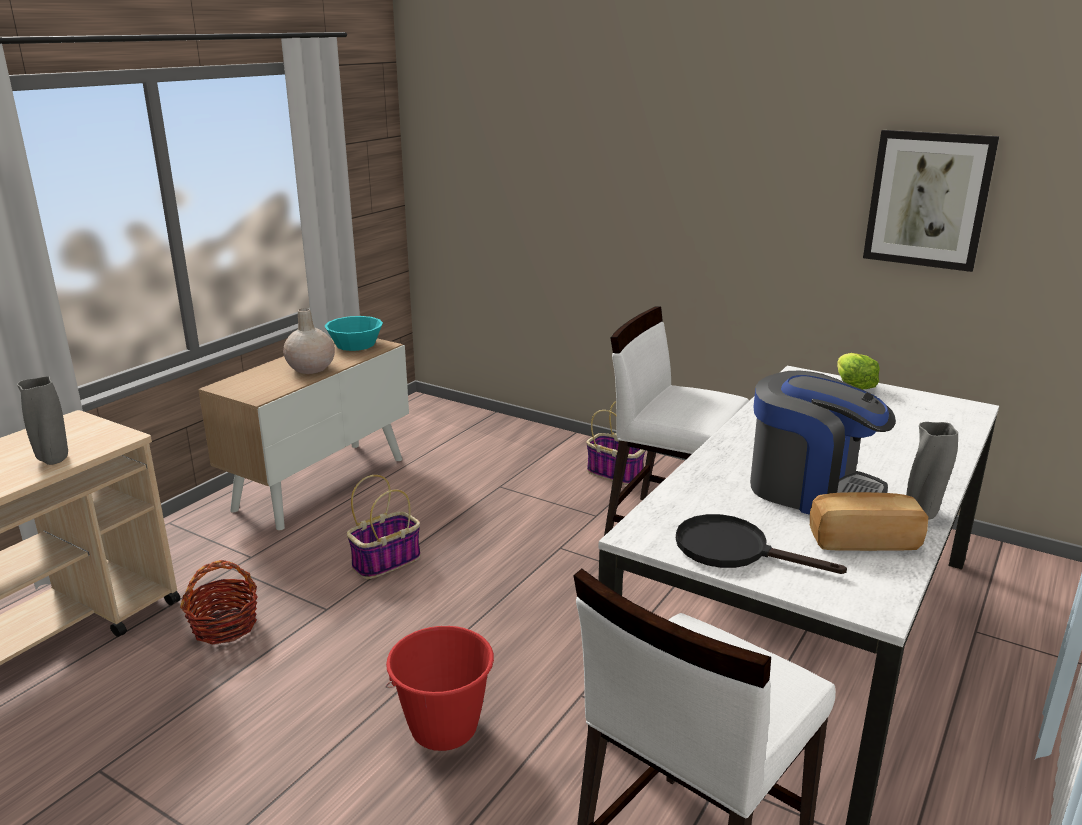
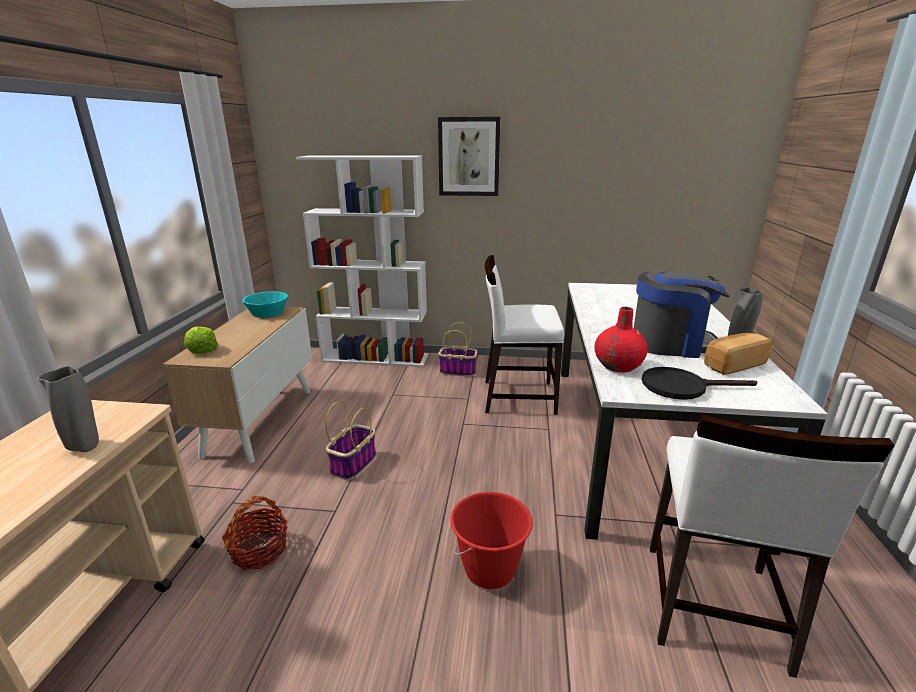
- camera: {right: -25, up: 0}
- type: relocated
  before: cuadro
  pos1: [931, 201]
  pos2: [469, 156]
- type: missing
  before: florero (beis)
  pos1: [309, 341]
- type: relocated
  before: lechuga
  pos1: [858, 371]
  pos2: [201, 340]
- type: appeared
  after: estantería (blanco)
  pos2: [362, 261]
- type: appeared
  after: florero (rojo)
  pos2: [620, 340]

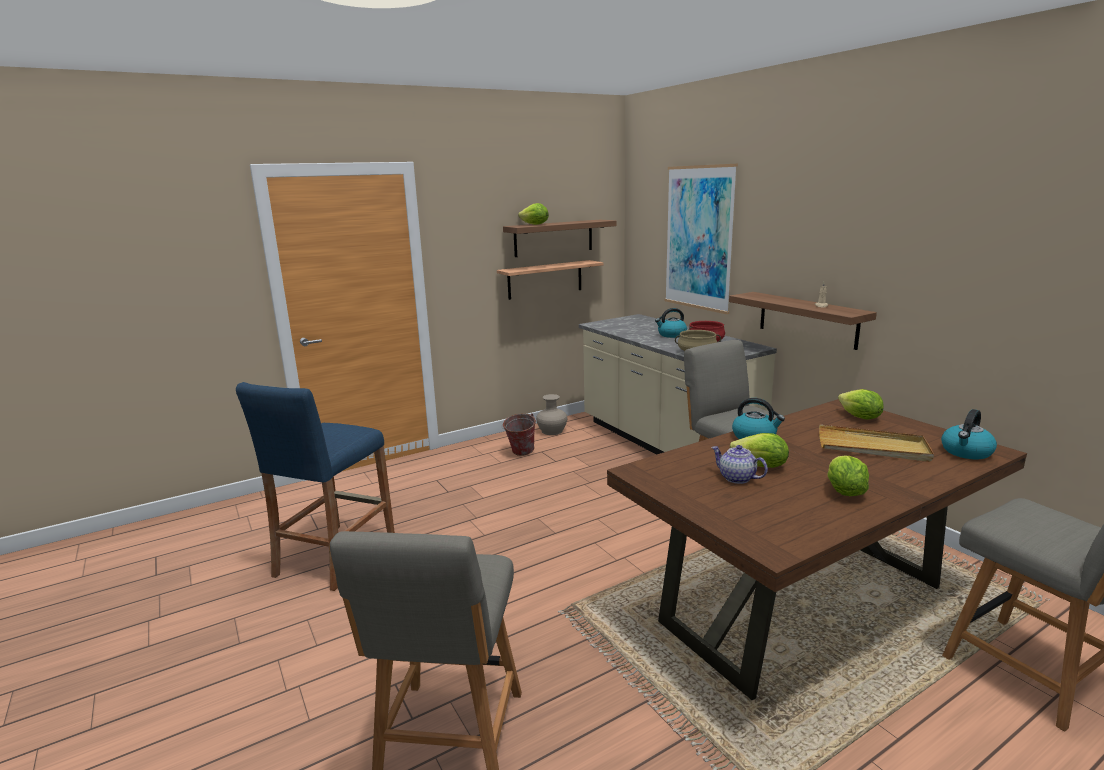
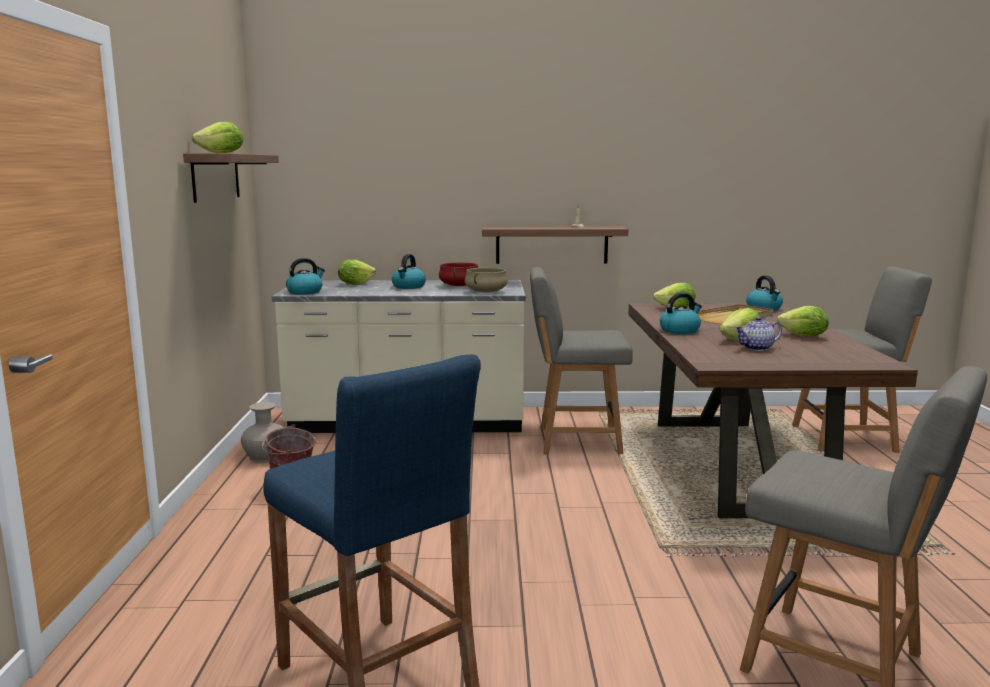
- camera: {right: -60, up: -5}
- type: missing
  before: cuadro
  pos1: [701, 239]
- type: missing
  before: estante
  pos1: [550, 280]
- type: appeared
  after: hervidor
  pos2: [305, 276]
- type: appeared
  after: lechuga
  pos2: [357, 272]

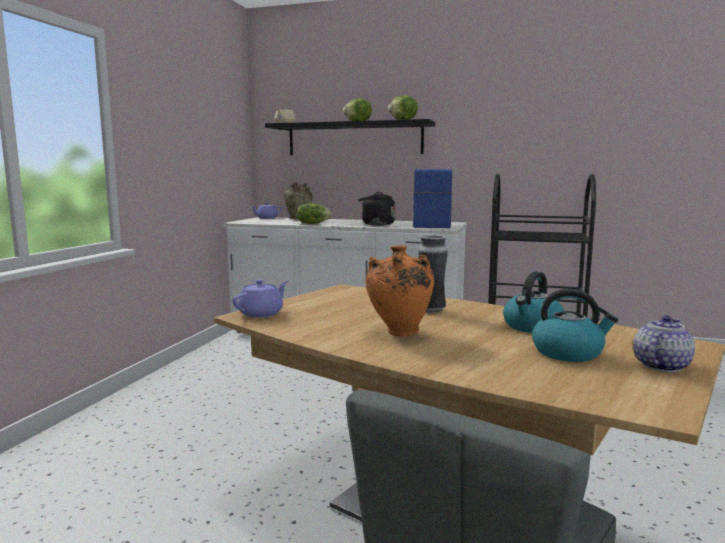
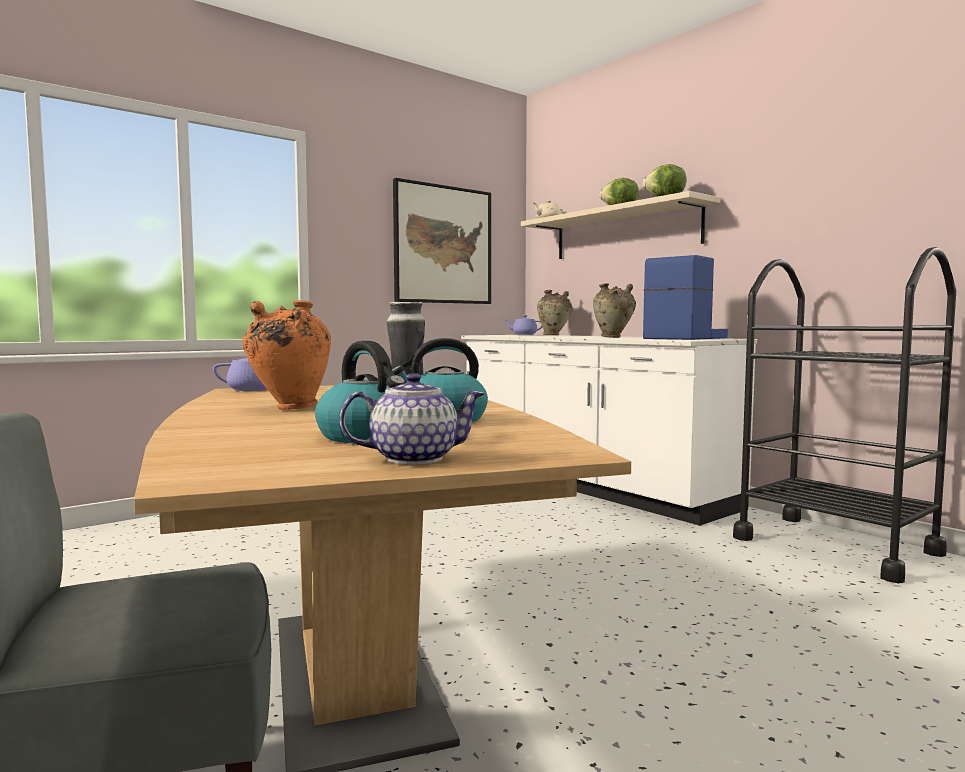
- camera: {right: 35, up: -5}
- type: colour
  before: estante (negro)
  after: estante (beis)
  pos1: [350, 137]
  pos2: [620, 225]
- type: exchanged
  before: hervidor (negro)
  after: florero (beis)
  pos1: [376, 209]
  pos2: [614, 310]
- type: missing
  before: lechuga
  pos1: [314, 213]
- type: appeared
  after: cuadro
  pos2: [442, 241]

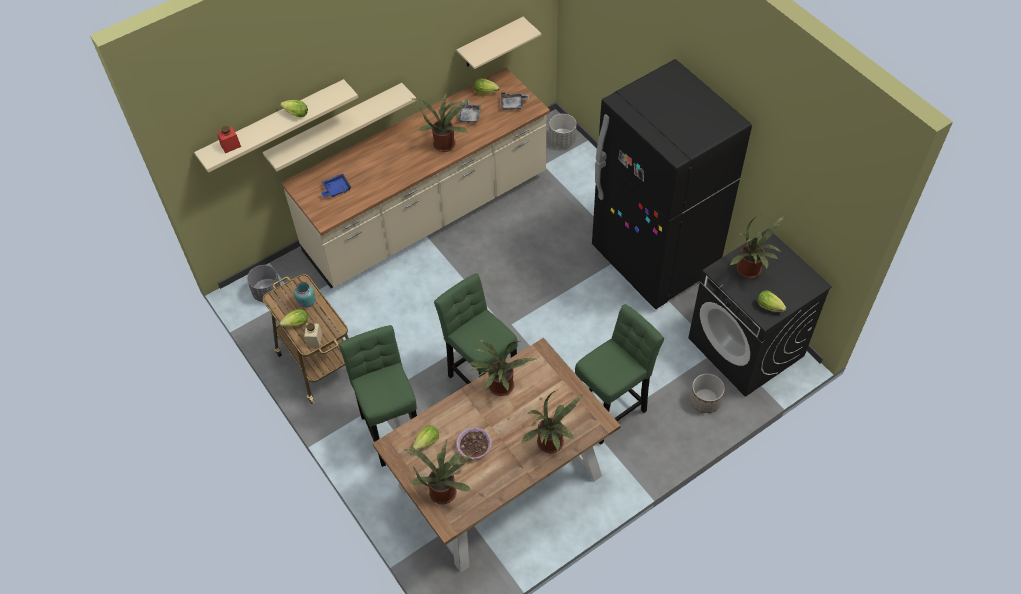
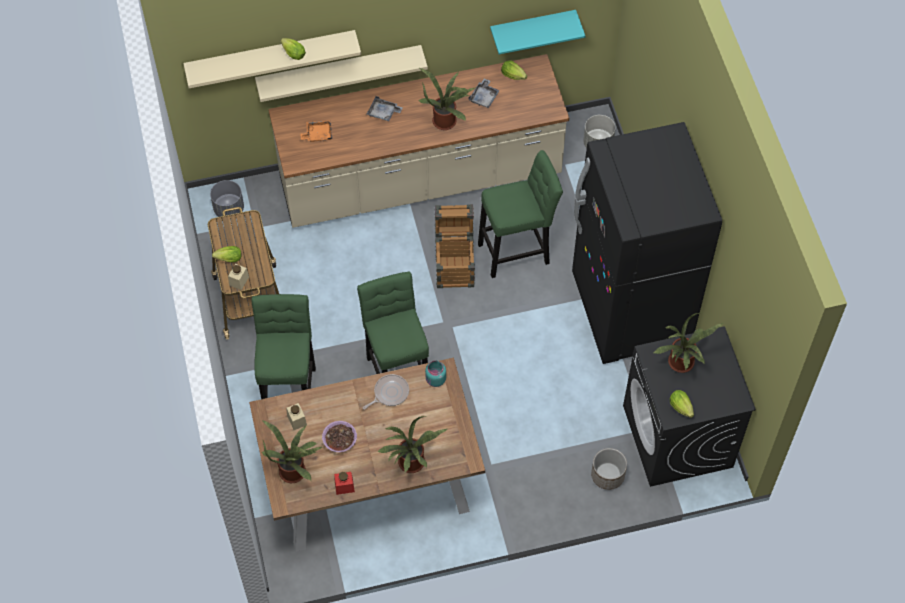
- camera: {right: 20, up: 5}
- type: colour
  before: estante (beis)
  after: estante (turquesa)
  pos1: [499, 43]
  pos2: [537, 32]
- type: relocated
  before: bandeja (gris)
  pos1: [515, 101]
  pos2: [385, 108]
- type: relocated
  before: tarro (rojo)
  pos1: [229, 139]
  pos2: [344, 483]
- type: colour
  before: bandeja (azul)
  after: bandeja (naranja)
  pos1: [336, 185]
  pos2: [316, 131]
- type: relocated
  before: tarro (turquesa)
  pos1: [305, 295]
  pos2: [435, 374]
- type: relocated
  before: taburete (verde)
  pos1: [619, 374]
  pos2: [520, 214]
- type: exchanged
  before: planta en maceta
  after: sartén
  pos1: [502, 368]
  pos2: [386, 391]
- type: exchanged
  before: lechuga
  after: tarro (beis)
  pos1: [425, 437]
  pos2: [296, 416]
- type: appeared
  after: caja de embalaje
  pos2: [455, 246]

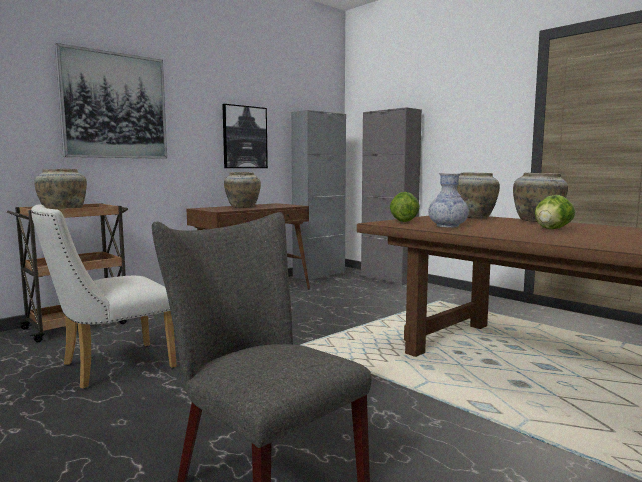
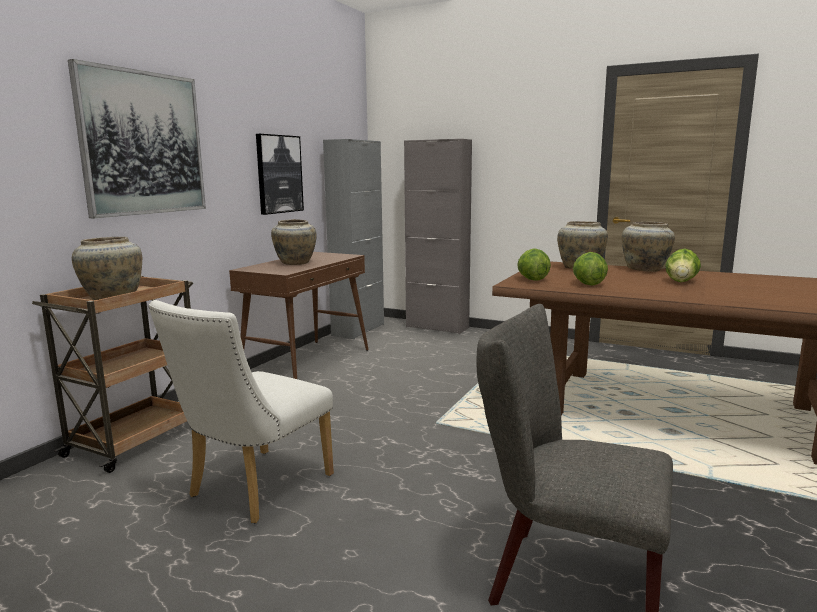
- camera: {right: -20, up: 5}
- type: exchanged
  before: florero
  after: lechuga
  pos1: [448, 200]
  pos2: [590, 269]

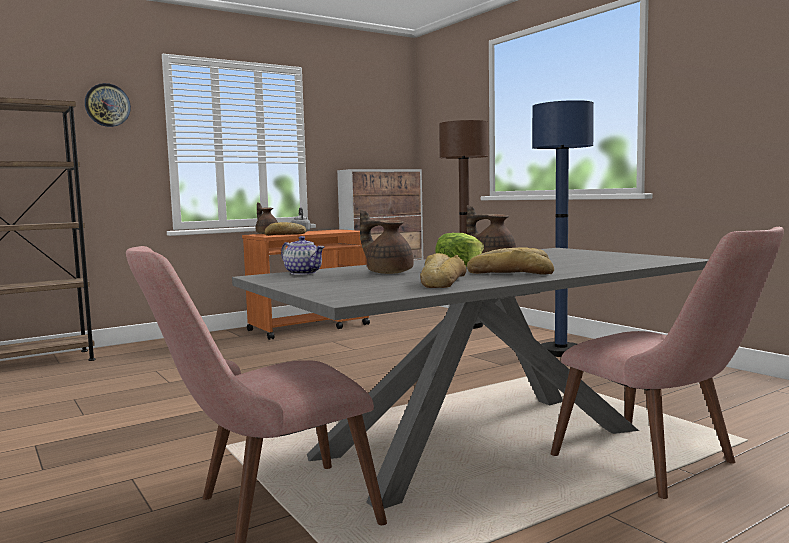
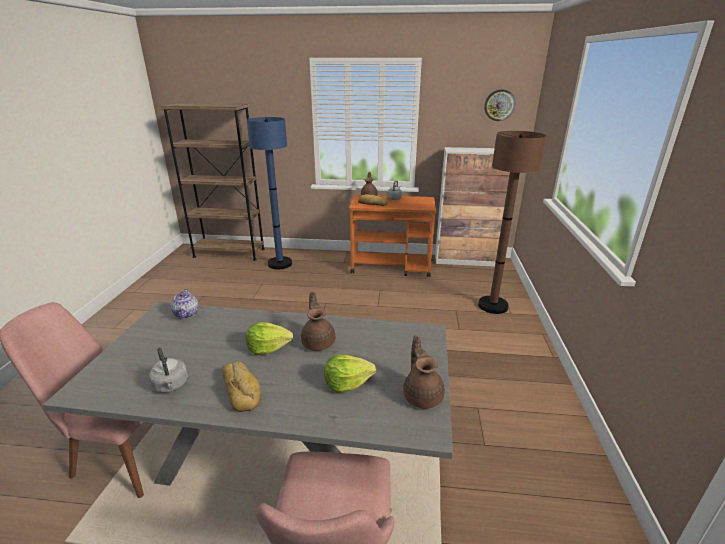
- camera: {right: 40, up: 20}
- type: relocated
  before: reloj de pared
  pos1: [108, 105]
  pos2: [499, 105]
- type: relocated
  before: lámpara de pie (azul)
  pos1: [563, 228]
  pos2: [269, 193]
- type: relocated
  before: tetera (marrón)
  pos1: [387, 241]
  pos2: [424, 372]
- type: exchanged
  before: pan
  after: hervidor (gris)
  pos1: [443, 270]
  pos2: [168, 370]
- type: appeared
  after: lechuga
  pos2: [350, 373]

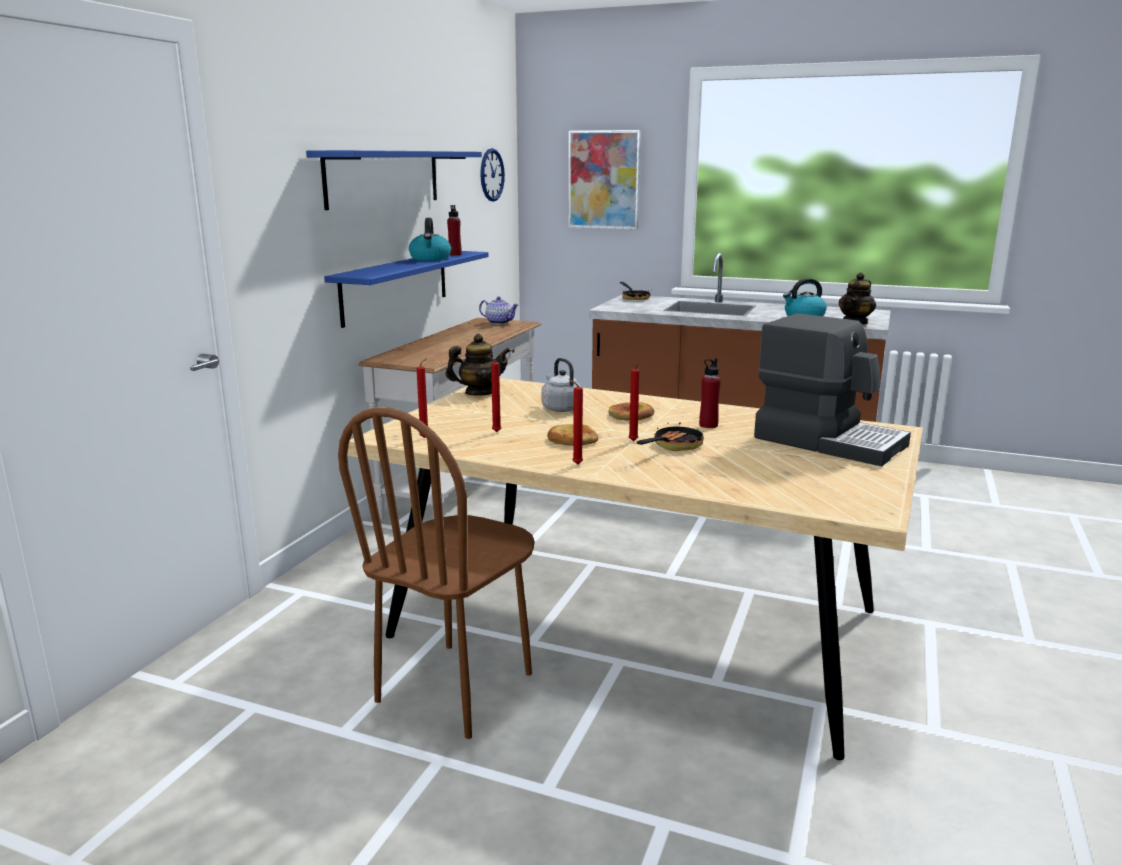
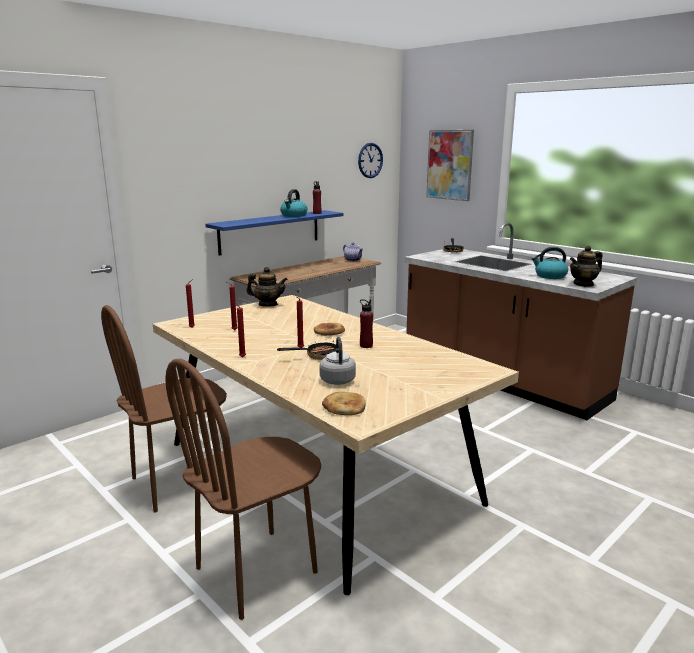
- camera: {right: 25, up: 0}
- type: missing
  before: estante (azul)
  pos1: [394, 180]
- type: missing
  before: cafetera
  pos1: [832, 389]
- type: relocated
  before: hervidor (gris)
  pos1: [562, 385]
  pos2: [337, 361]
- type: relocated
  before: pan
  pos1: [572, 435]
  pos2: [344, 403]
- type: appeared
  after: silla (marrón)
  pos2: [243, 489]

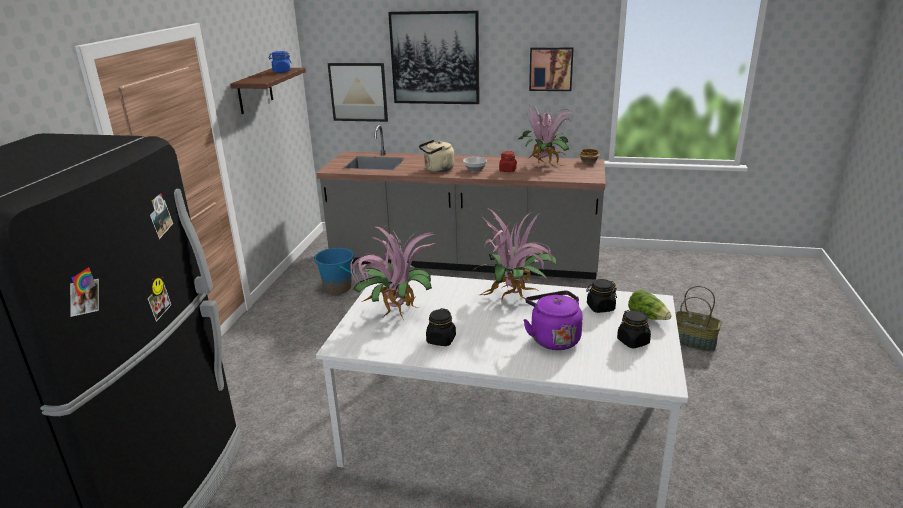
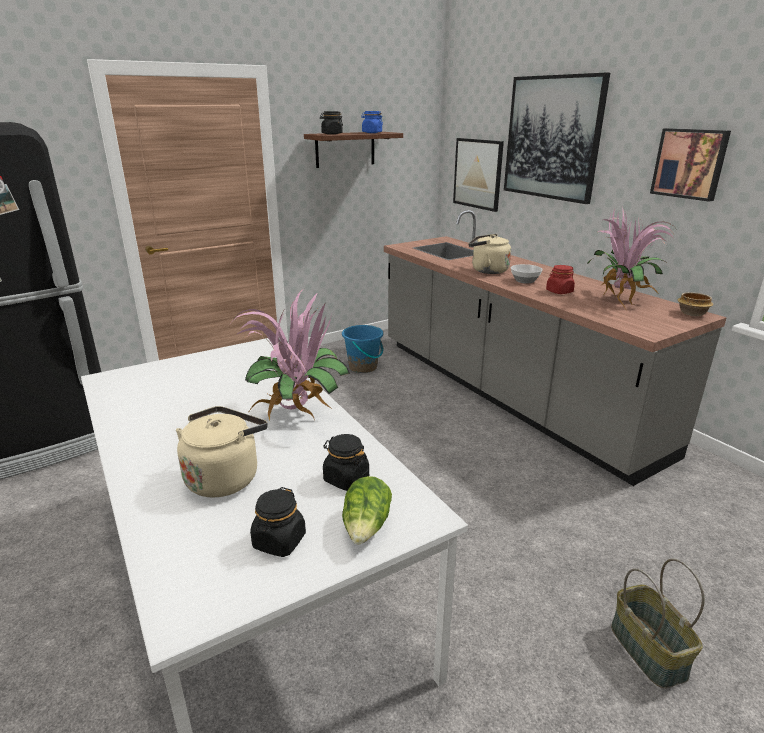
- camera: {right: 45, up: 0}
- type: missing
  before: planta en maceta
  pos1: [393, 272]
- type: colour
  before: hervidor (morado)
  after: hervidor (beis)
  pos1: [553, 320]
  pos2: [222, 451]
- type: relocated
  before: tarro (negro)
  pos1: [441, 327]
  pos2: [331, 123]

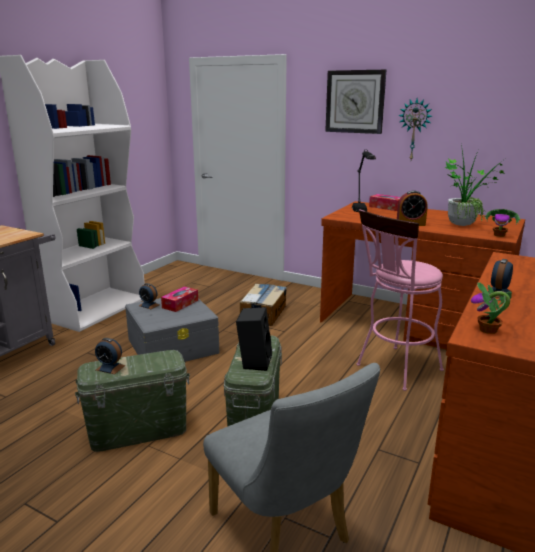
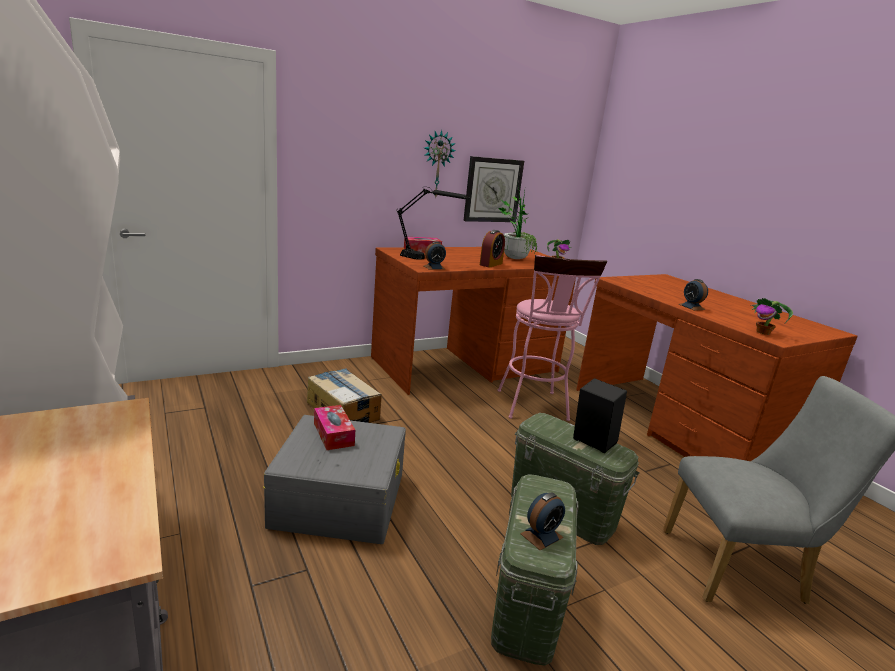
- camera: {right: -60, up: 0}
- type: relocated
  before: reloj de pared
  pos1: [355, 102]
  pos2: [493, 189]
- type: relocated
  before: despertador
  pos1: [149, 296]
  pos2: [435, 255]

